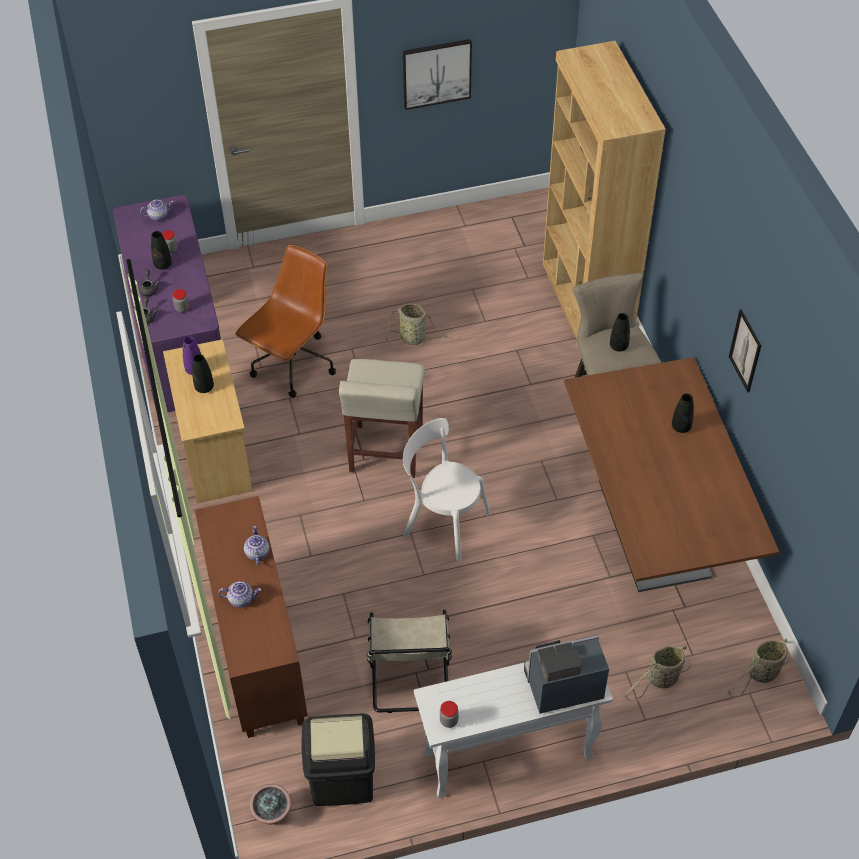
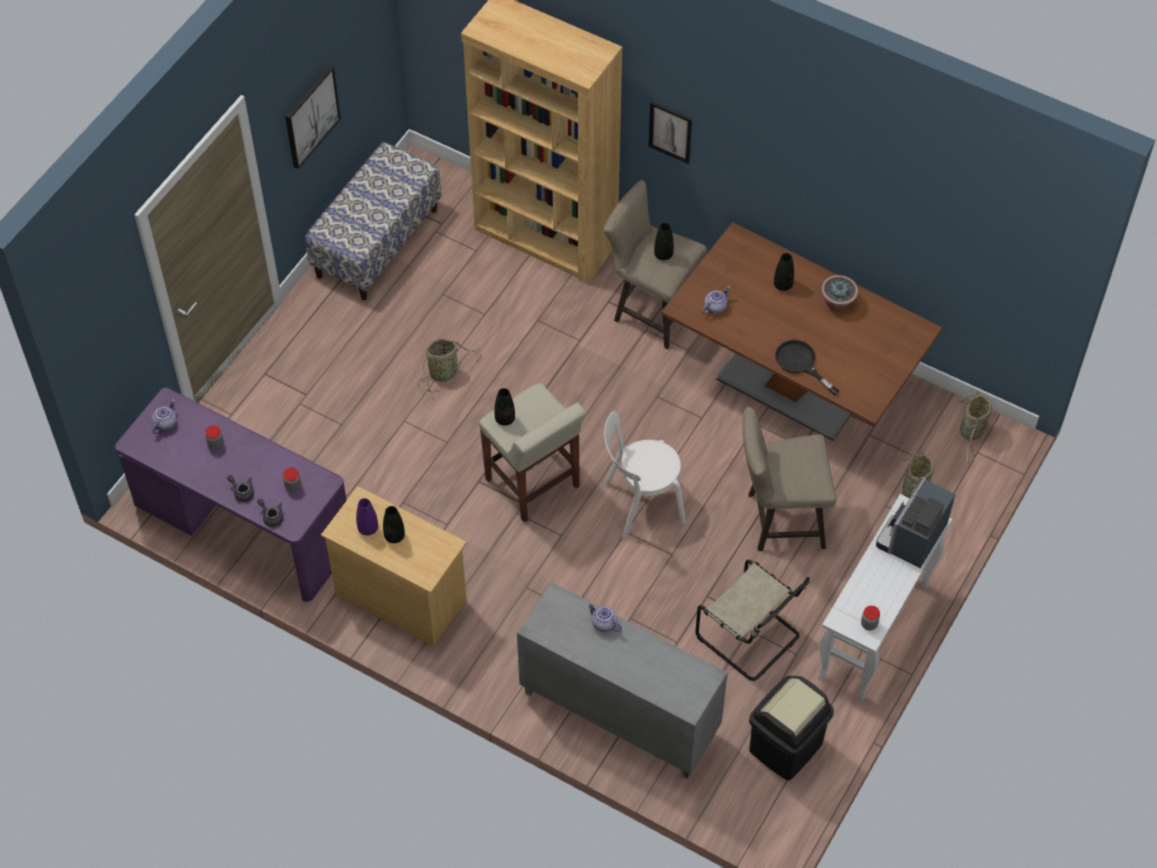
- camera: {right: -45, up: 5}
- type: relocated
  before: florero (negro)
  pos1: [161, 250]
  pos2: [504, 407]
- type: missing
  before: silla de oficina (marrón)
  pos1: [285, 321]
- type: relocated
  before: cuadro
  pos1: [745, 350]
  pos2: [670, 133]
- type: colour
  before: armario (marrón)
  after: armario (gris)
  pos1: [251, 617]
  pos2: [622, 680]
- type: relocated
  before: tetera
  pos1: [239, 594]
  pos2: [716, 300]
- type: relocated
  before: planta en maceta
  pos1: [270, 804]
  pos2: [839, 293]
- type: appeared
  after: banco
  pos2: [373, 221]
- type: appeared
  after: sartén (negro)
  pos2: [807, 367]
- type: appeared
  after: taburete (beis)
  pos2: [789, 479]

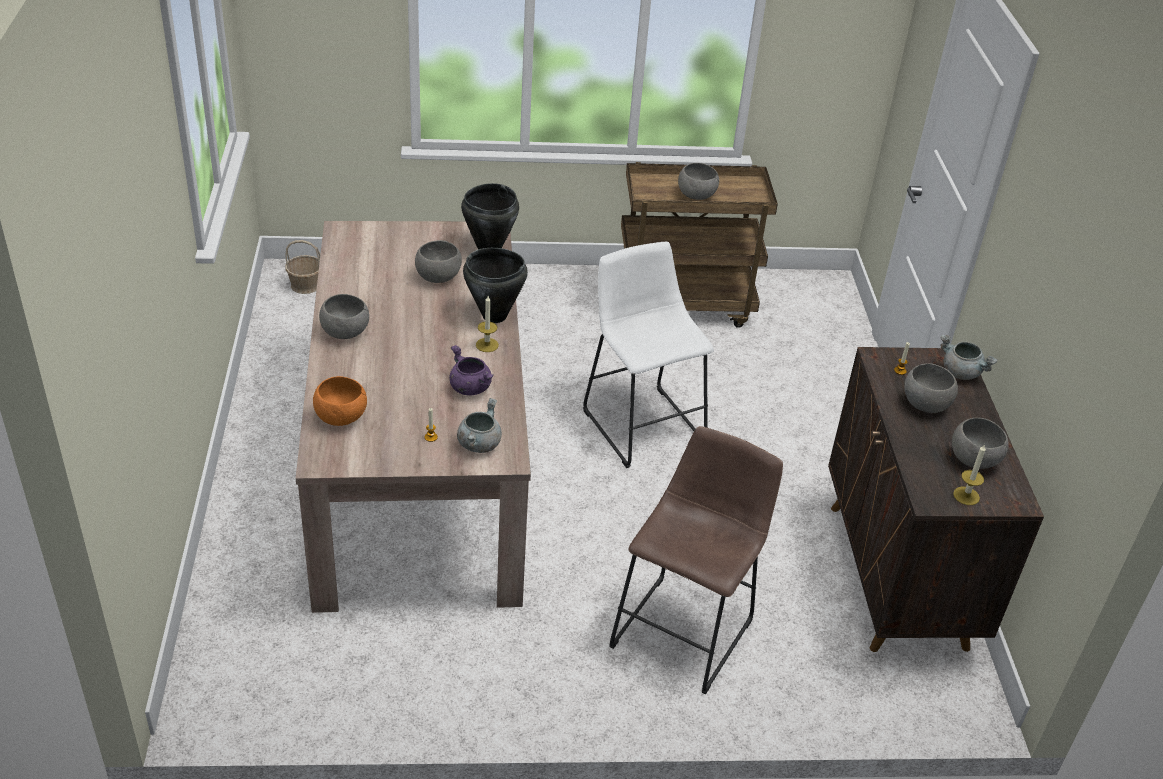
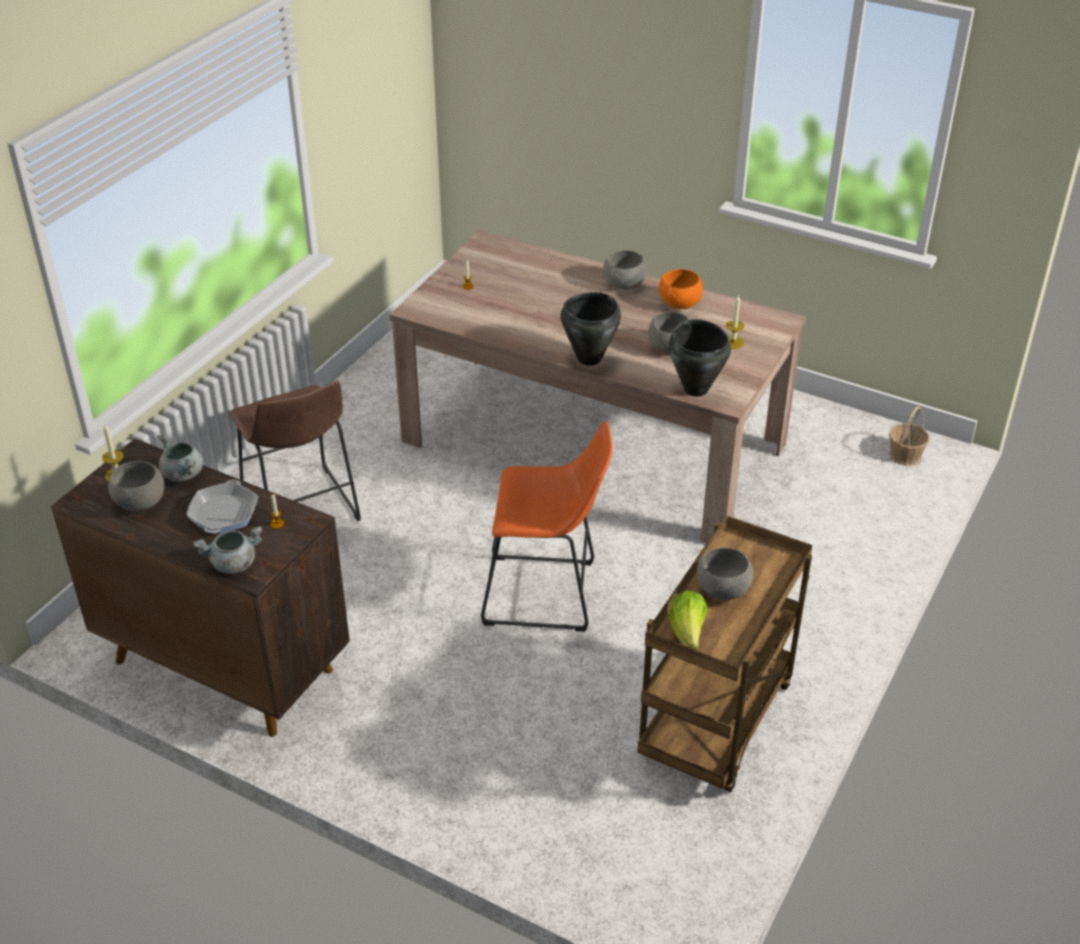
- camera: {right: 125, up: 0}
- type: colour
  before: taburete (blanco)
  after: taburete (naranja)
  pos1: [648, 355]
  pos2: [546, 526]
- type: relocated
  before: vela
  pos1: [487, 324]
  pos2: [735, 321]
- type: missing
  before: olla (morado)
  pos1: [471, 370]
- type: exchanged
  before: cuenco (gris)
  after: sartén
  pos1: [931, 388]
  pos2: [222, 507]
- type: relocated
  before: cuenco (naranja)
  pos1: [340, 401]
  pos2: [681, 289]
- type: relocated
  before: olla (gris)
  pos1: [479, 425]
  pos2: [180, 457]
- type: appeared
  after: lechuga
  pos2: [688, 620]

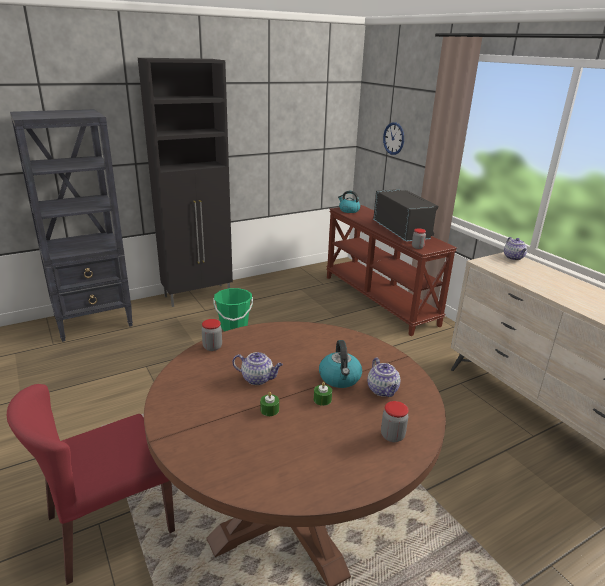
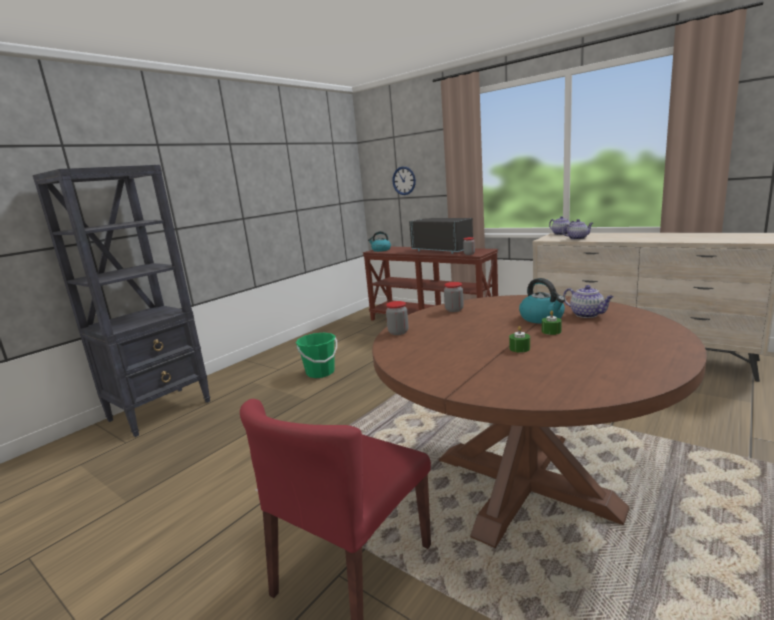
- camera: {right: -20, up: -10}
- type: missing
  before: armario (negro)
  pos1: [185, 182]
- type: relocated
  before: tetera
  pos1: [258, 368]
  pos2: [577, 229]
- type: relocated
  before: tarro
  pos1: [395, 421]
  pos2: [454, 297]

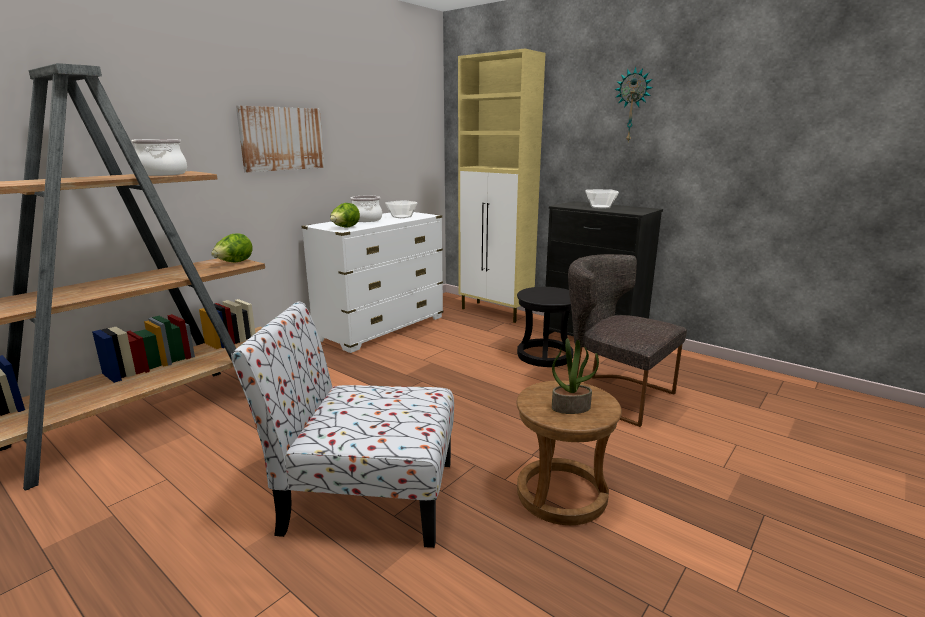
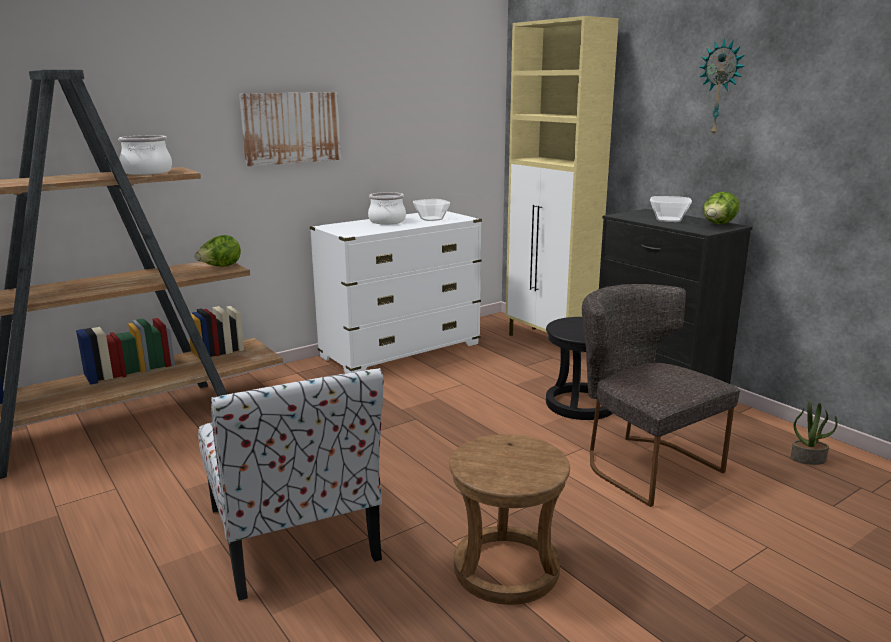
- camera: {right: 15, up: 0}
- type: relocated
  before: lechuga
  pos1: [345, 215]
  pos2: [721, 207]
- type: spun
  before: silla
  pos1: [342, 425]
  pos2: [291, 484]
  turn: -135
- type: relocated
  before: planta en maceta
  pos1: [575, 376]
  pos2: [814, 433]

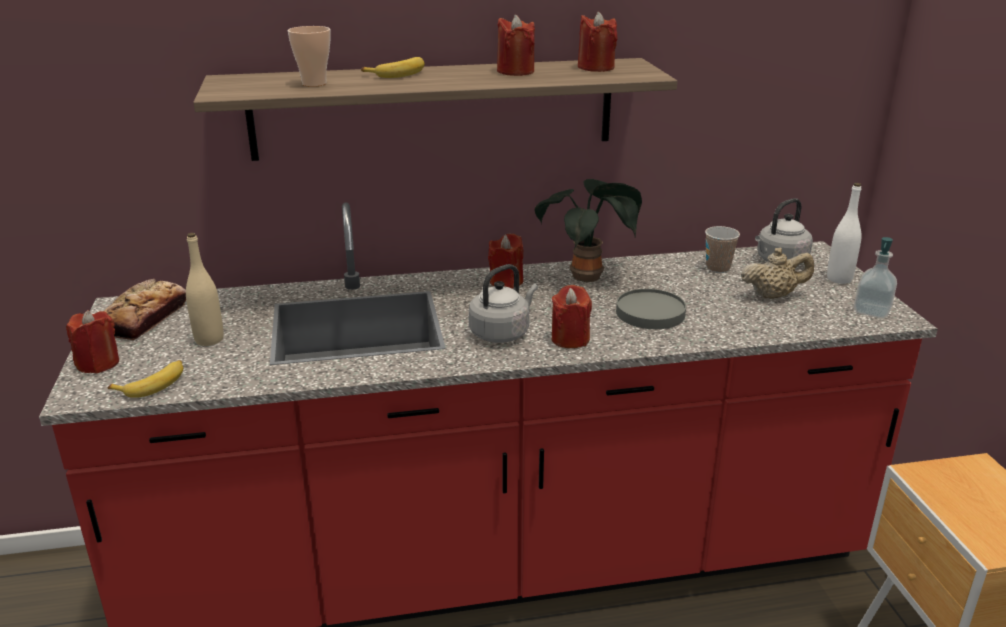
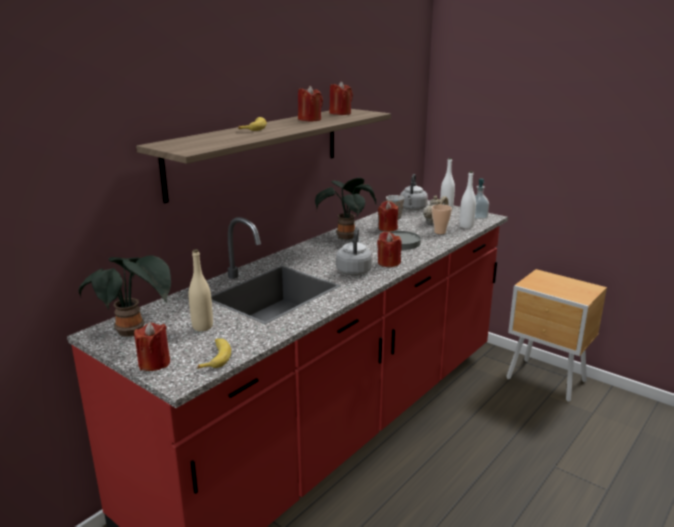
- camera: {right: -40, up: -5}
- type: relocated
  before: taza
  pos1: [309, 56]
  pos2: [441, 219]
- type: relocated
  before: vela (rojo)
  pos1: [505, 261]
  pos2: [388, 216]
- type: exchanged
  before: pan
  after: planta en maceta
  pos1: [145, 309]
  pos2: [124, 296]
- type: appeared
  after: botella (blanco)
  pos2: [468, 199]

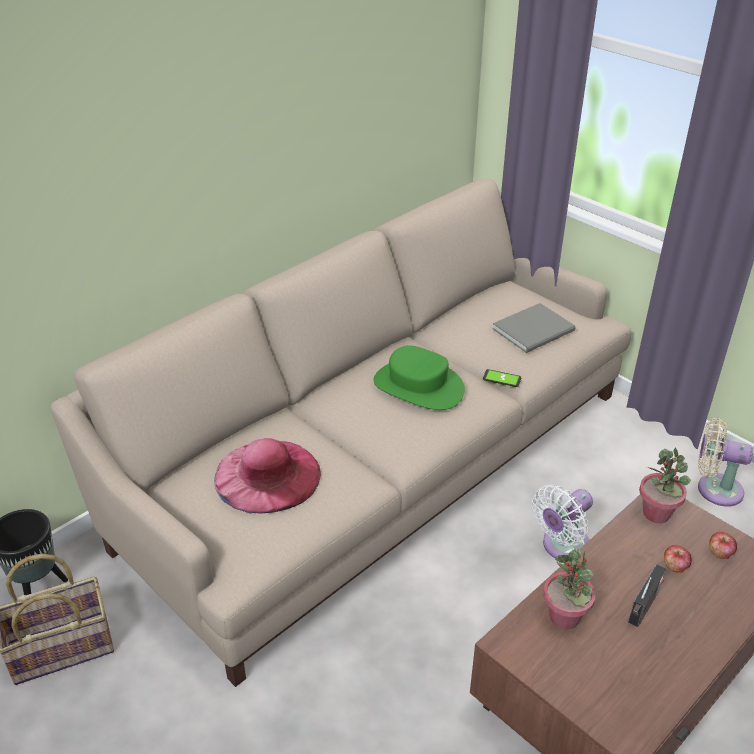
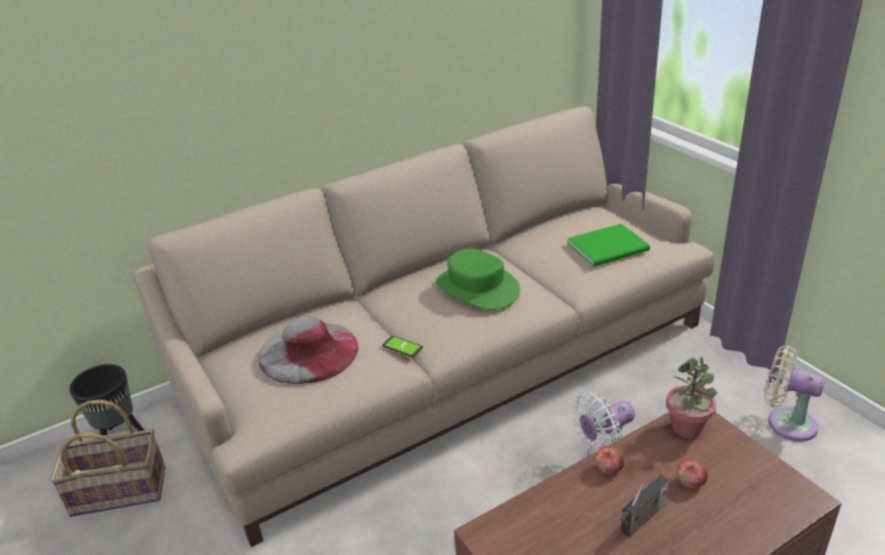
- camera: {right: 15, up: -5}
- type: colour
  before: libro (gris)
  after: libro (verde)
  pos1: [534, 328]
  pos2: [609, 245]
- type: relocated
  before: móvil
  pos1: [502, 378]
  pos2: [402, 346]
- type: colour
  before: sombrero (rosa)
  after: sombrero (gris)
  pos1: [267, 475]
  pos2: [308, 350]
- type: relocated
  before: manzana
  pos1: [723, 545]
  pos2: [609, 460]
- type: missing
  before: planta en maceta
  pos1: [569, 589]

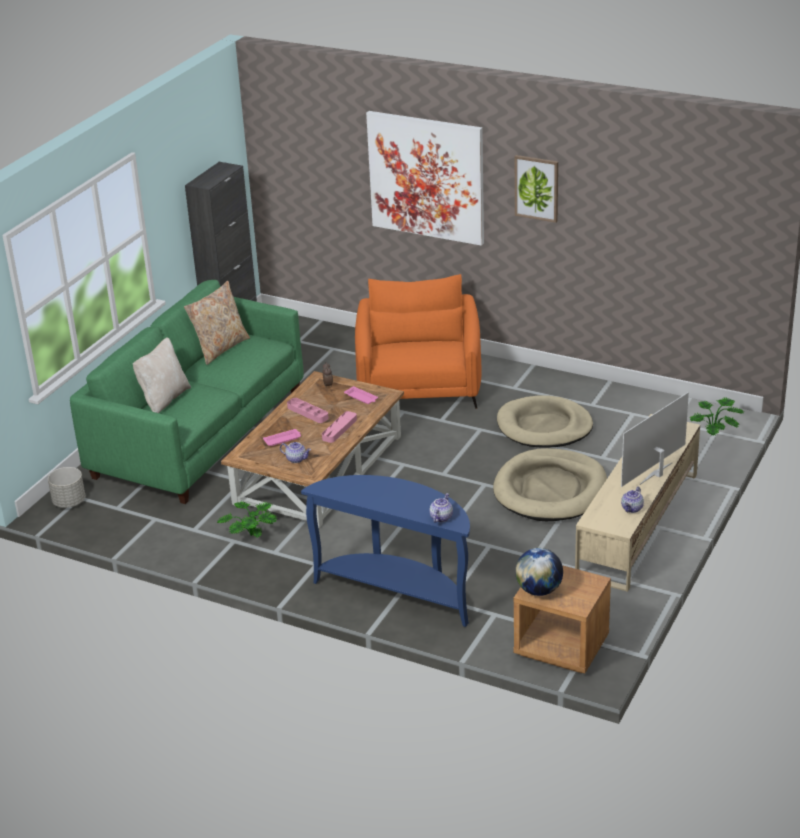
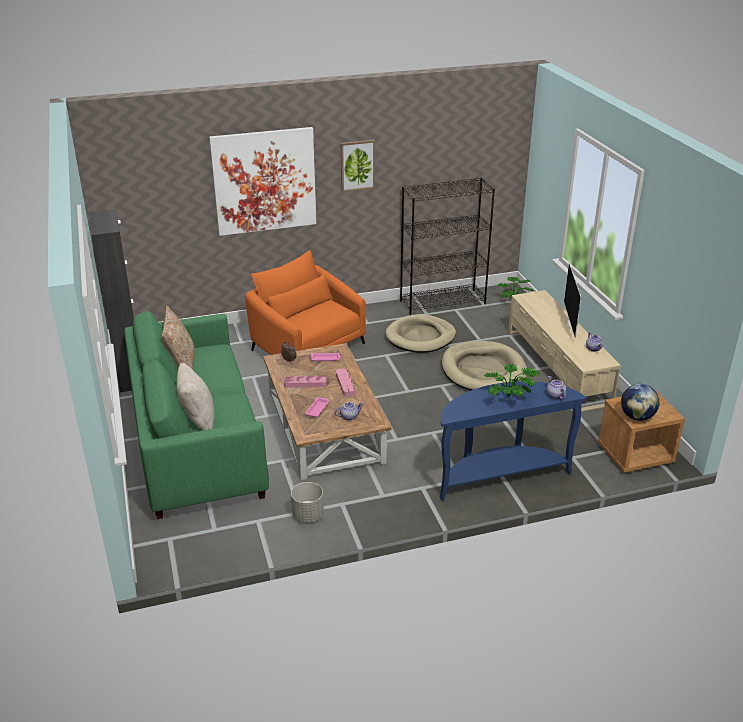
- camera: {right: -45, up: 0}
- type: relocated
  before: maceta (gris)
  pos1: [66, 487]
  pos2: [307, 502]
- type: relocated
  before: planta en maceta
  pos1: [247, 519]
  pos2: [512, 381]
- type: appeared
  after: estantería (negro)
  pos2: [447, 246]

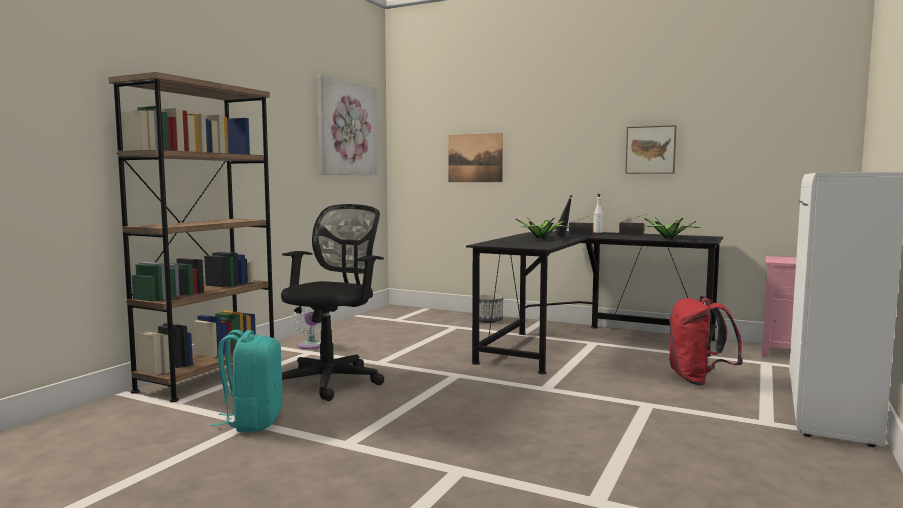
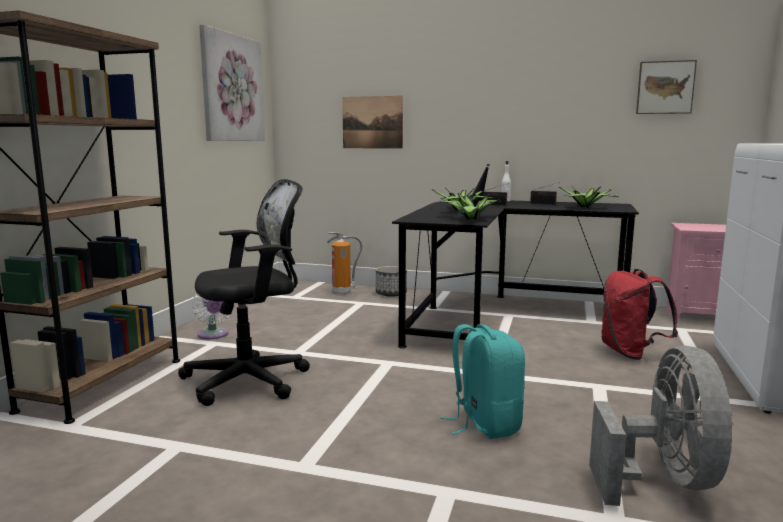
- camera: {right: -10, up: 5}
- type: relocated
  before: cuadro
  pos1: [650, 149]
  pos2: [666, 87]
- type: spun
  before: silla de oficina (negro)
  pos1: [332, 302]
  pos2: [244, 292]
  turn: 45
- type: relocated
  before: mochila (turquesa)
  pos1: [246, 381]
  pos2: [482, 381]
- type: appeared
  after: planta en maceta
  pos2: [469, 206]
- type: appeared
  after: extintor
  pos2: [344, 263]
- type: appeared
  after: ventilador (gris)
  pos2: [661, 426]

